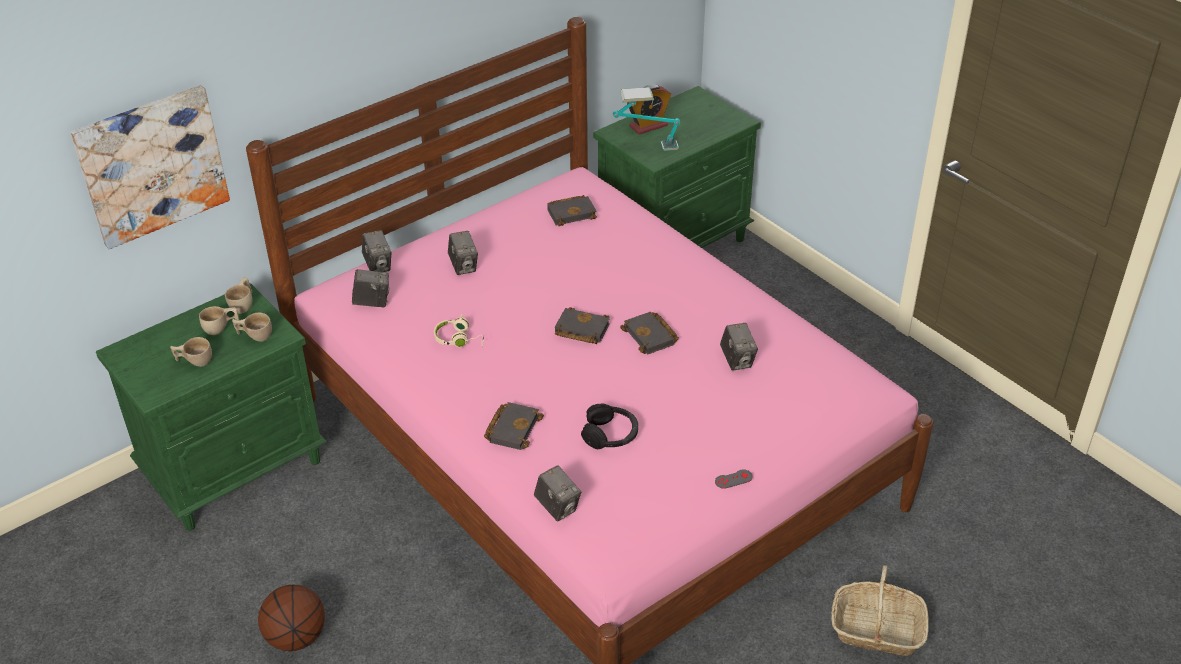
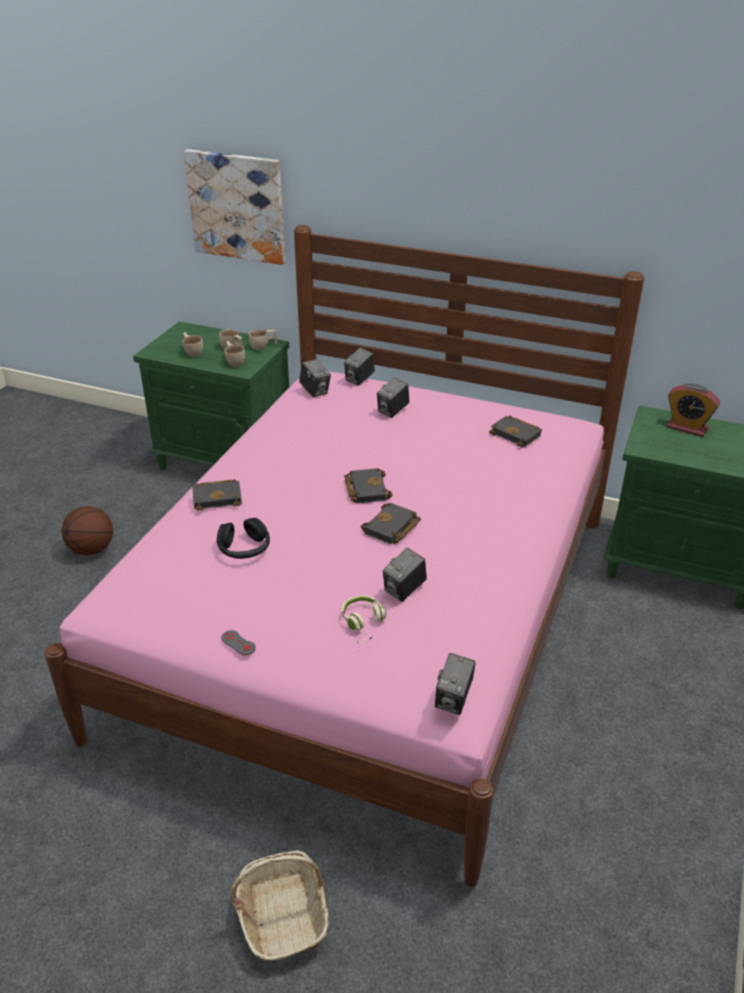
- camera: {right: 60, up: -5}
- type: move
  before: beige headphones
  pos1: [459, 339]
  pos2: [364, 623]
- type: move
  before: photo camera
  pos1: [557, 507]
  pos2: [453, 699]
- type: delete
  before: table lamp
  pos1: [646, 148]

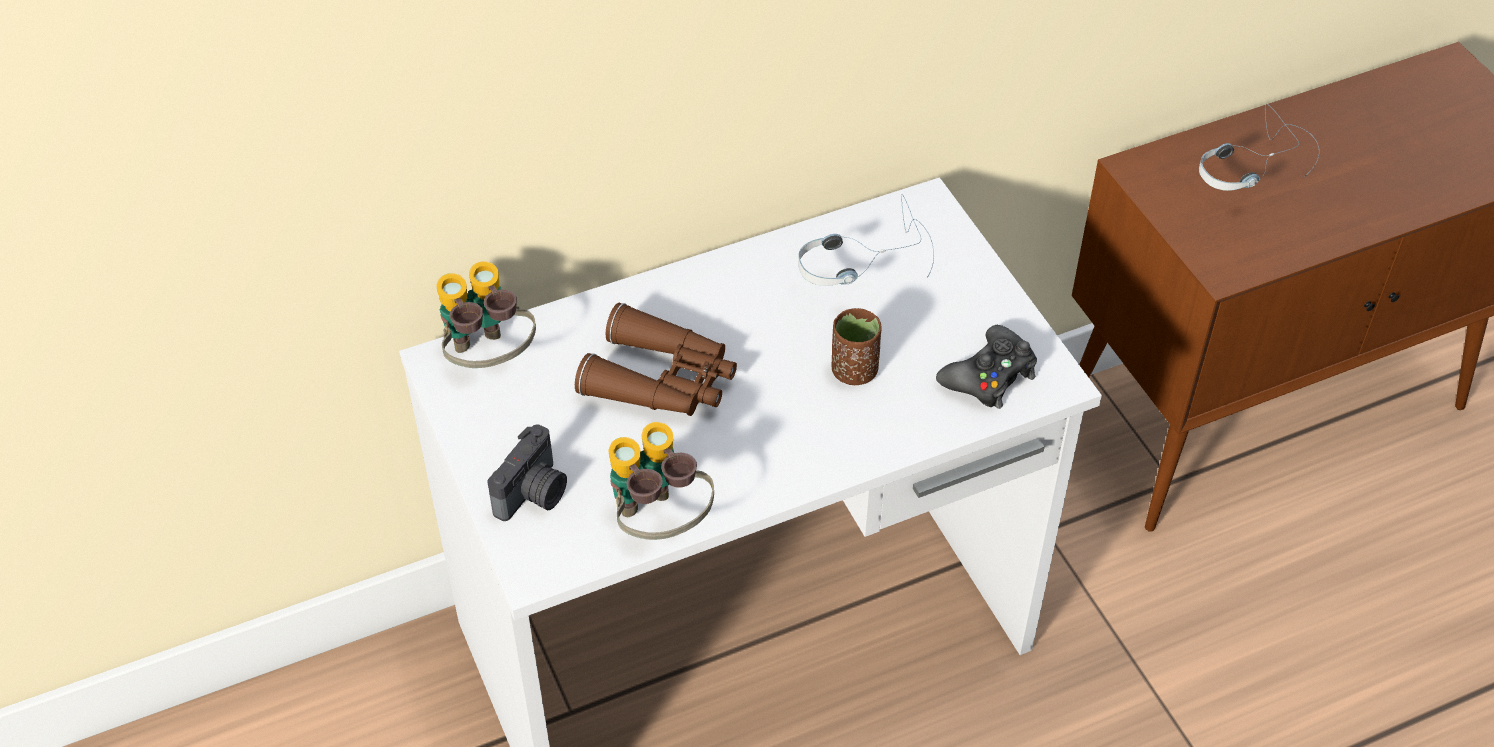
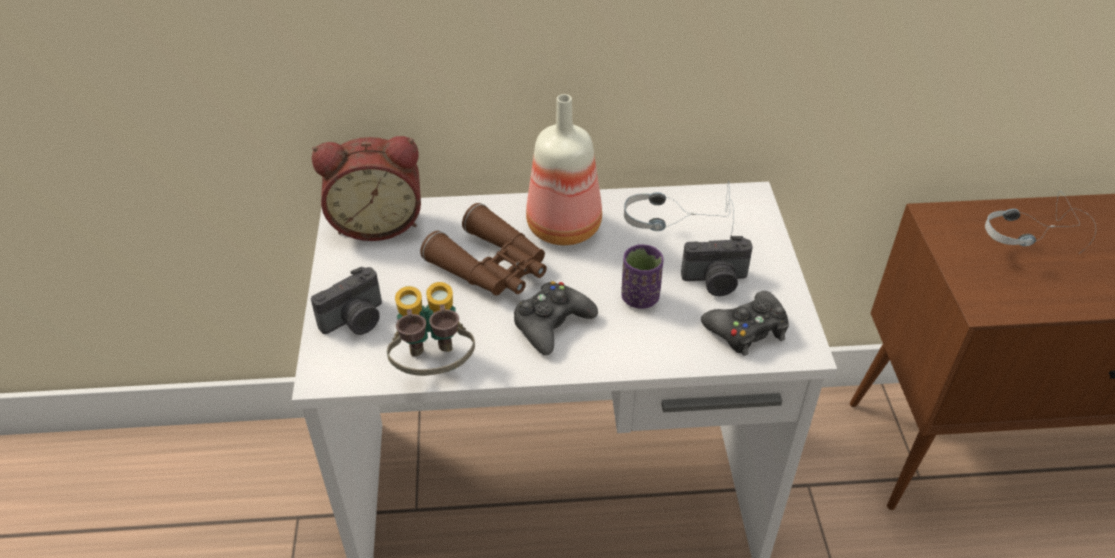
- camera: {right: 20, up: -5}
- type: replace
  before: binoculars
  after: alarm clock
  pos1: [488, 359]
  pos2: [377, 222]
- type: insert
  after: black game controller
  pos2: [552, 324]
- type: insert
  after: bottle
  pos2: [563, 225]
- type: recolor
  before: brown cup
  after: purple cup
  pos1: [854, 371]
  pos2: [640, 298]
- type: insert
  after: photo camera
  pos2: [715, 281]

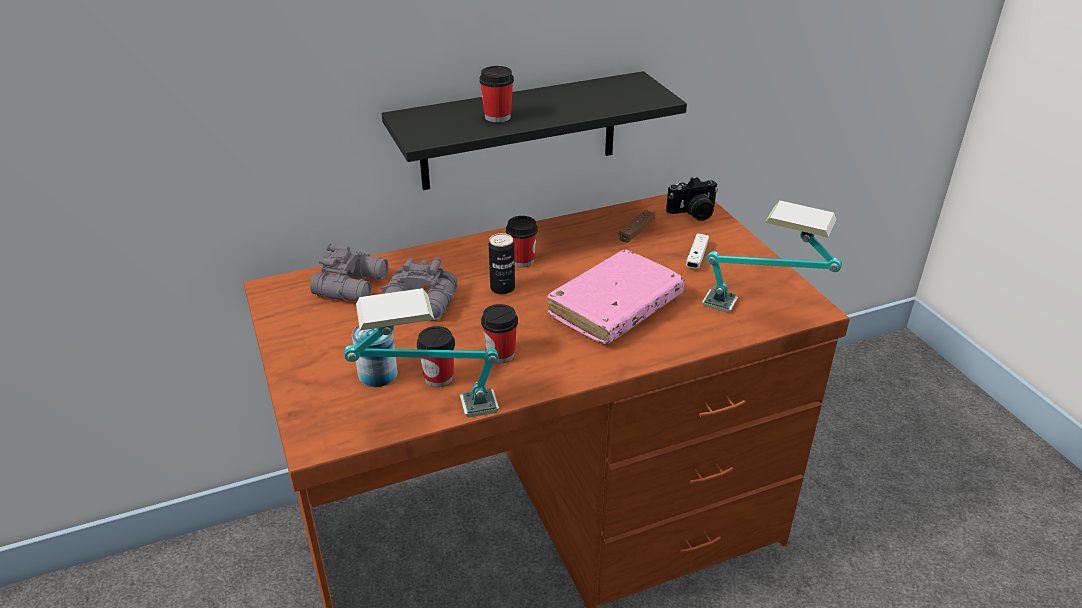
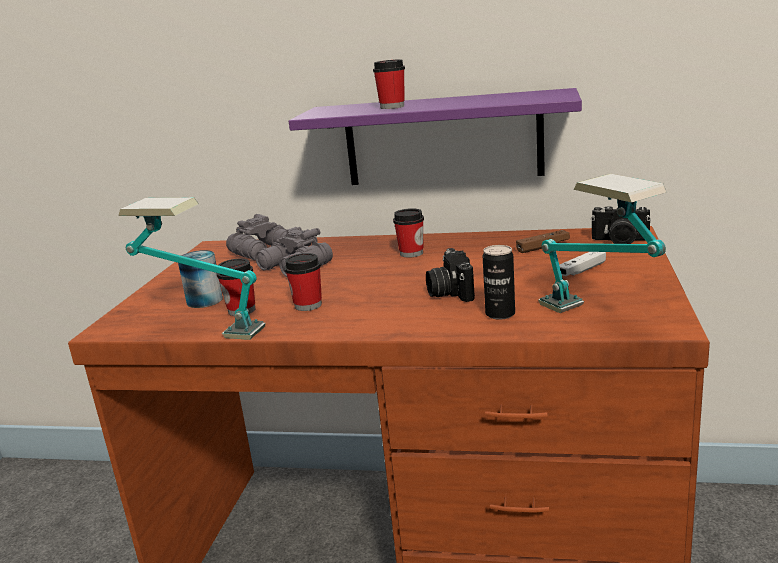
- camera: {right: 35, up: -15}
- type: recolor
  before: black shelf
  after: purple shelf
  pos1: [519, 131]
  pos2: [443, 139]
- type: replace
  before: pink book
  after: photo camera
  pos1: [615, 307]
  pos2: [449, 292]
- type: move
  before: can
  pos1: [502, 288]
  pos2: [500, 314]

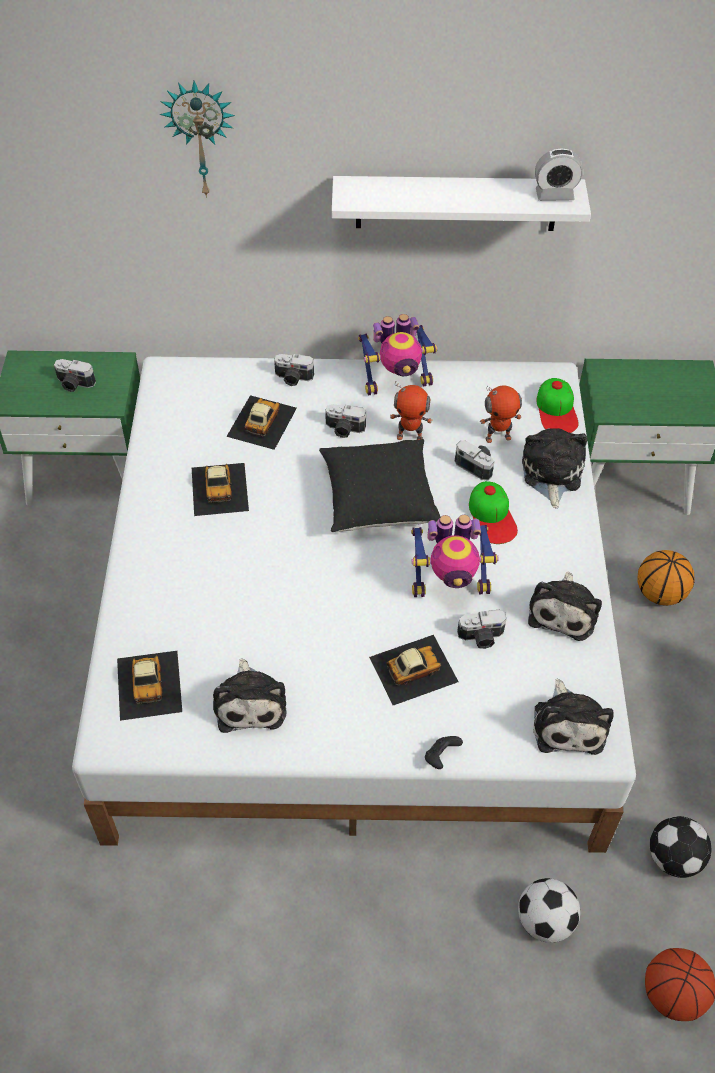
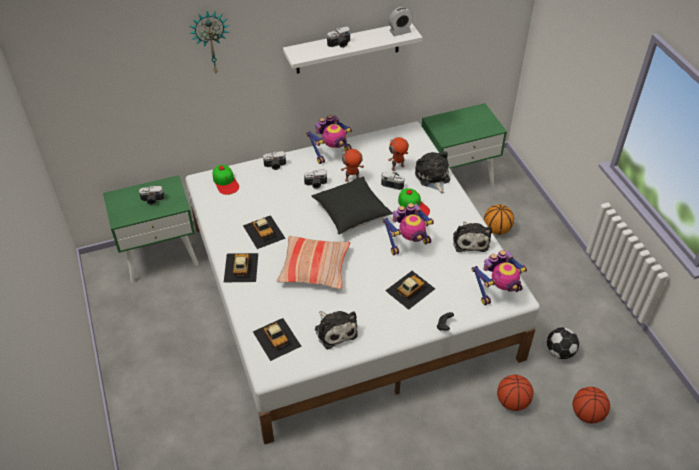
- camera: {right: -20, up: -5}
- type: move
  before: cap
  pos1: [557, 410]
  pos2: [225, 182]
- type: move
  before: toy car
  pos1: [261, 422]
  pos2: [240, 267]
- type: insert
  after: pillow
  pos2: [314, 268]
- type: move
  before: photo camera
  pos1: [481, 637]
  pos2: [340, 44]
- type: replace
  before: plush toy
  after: toy robot
  pos1: [568, 724]
  pos2: [498, 291]
- type: replace
  before: football
  after: basketball
  pos1: [545, 921]
  pos2: [512, 401]

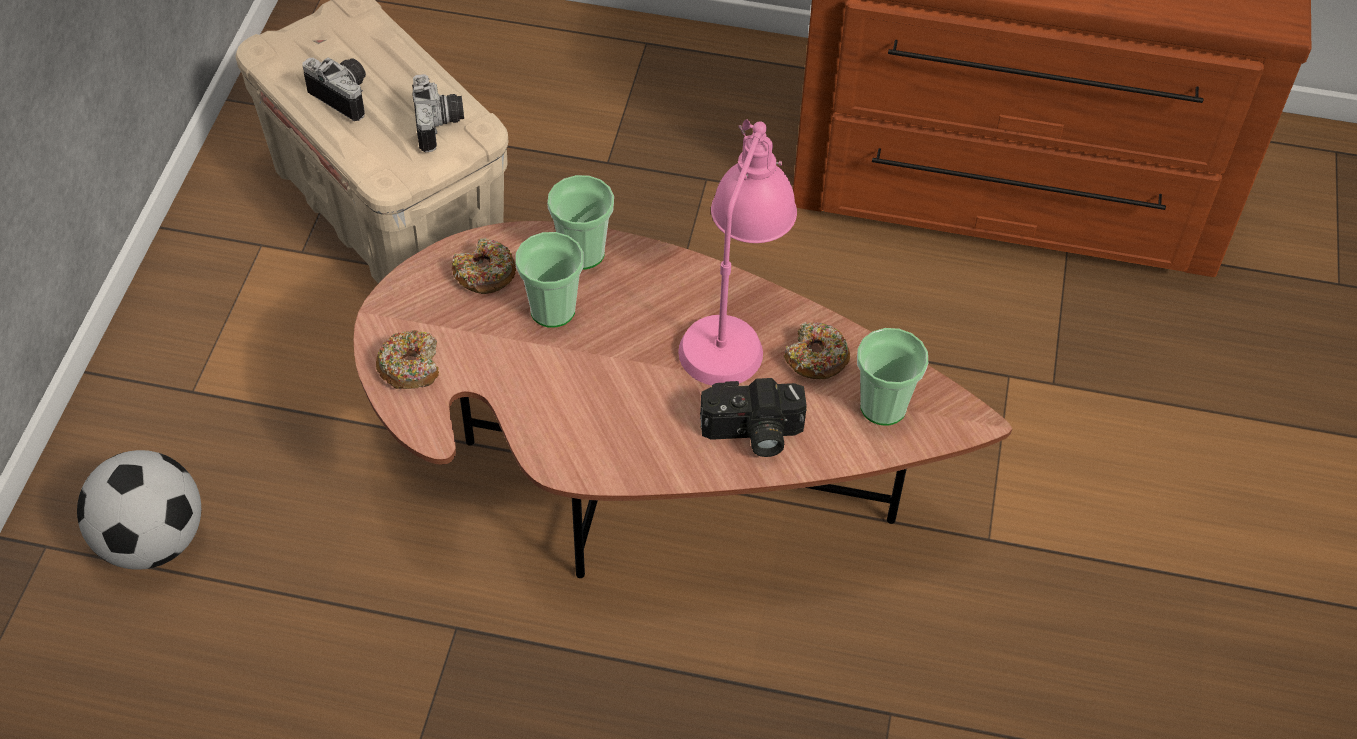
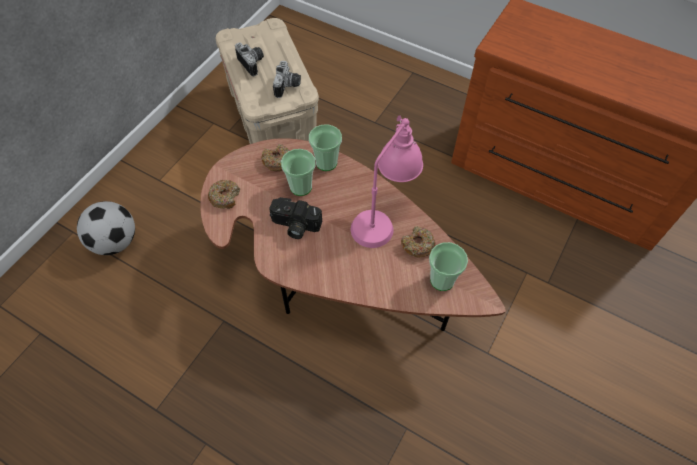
- camera: {right: 20, up: 5}
- type: move
  before: photo camera
  pos1: [752, 434]
  pos2: [295, 226]

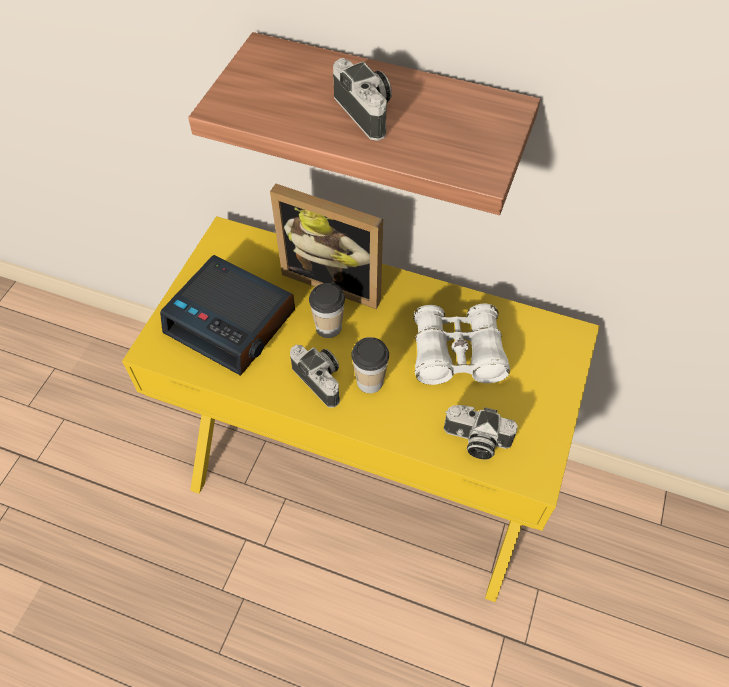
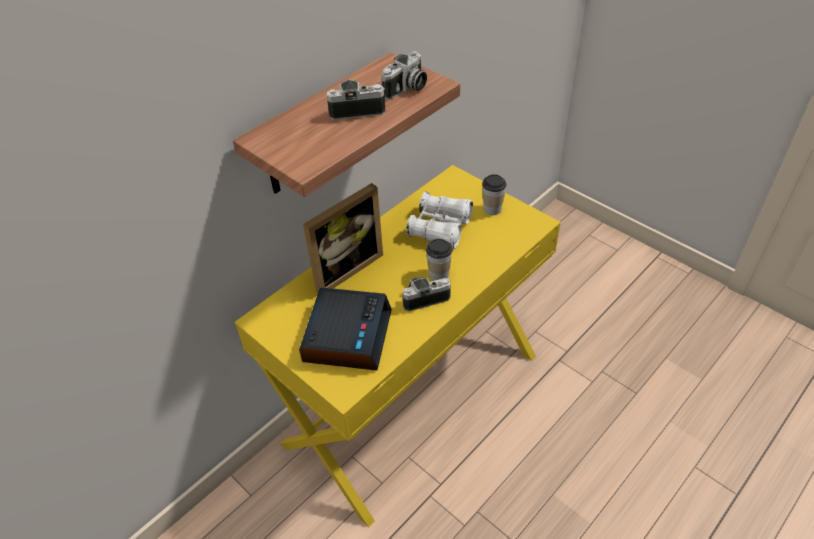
- camera: {right: -65, up: -10}
- type: rotate
  before: alarm clock
  pos1: [232, 322]
  pos2: [347, 335]
  turn: -45
- type: move
  before: photo camera
  pos1: [475, 441]
  pos2: [406, 89]
- type: move
  before: cup
  pos1: [328, 327]
  pos2: [492, 209]

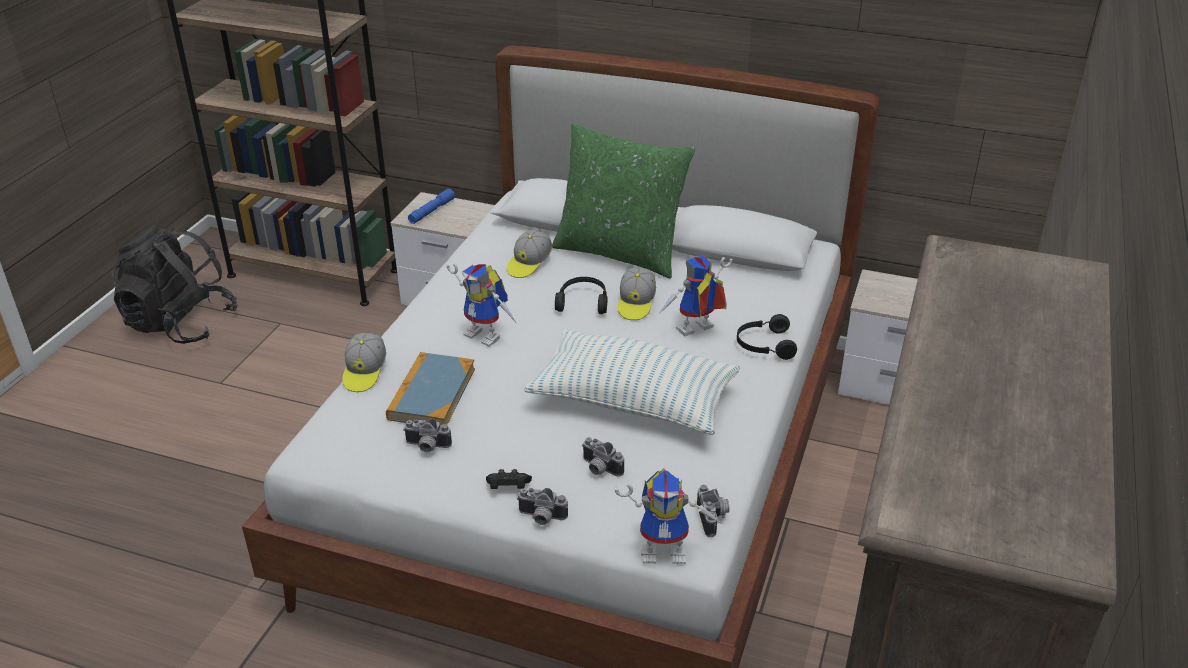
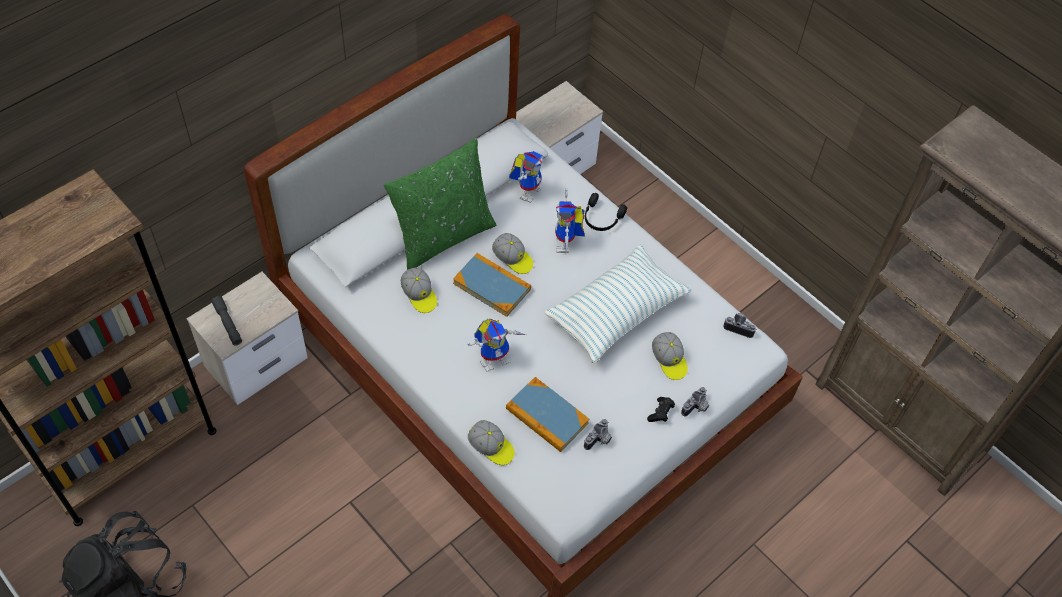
- camera: {right: -65, up: 20}
- type: recolor
  before: blue flashlight
  after: grey flashlight
  pos1: [431, 211]
  pos2: [228, 323]
- type: replace
  before: black headphones
  after: book
  pos1: [583, 301]
  pos2: [492, 286]
- type: move
  before: toy robot
  pos1: [667, 550]
  pos2: [528, 190]
- type: replace
  before: photo camera
  after: cap
  pos1: [599, 469]
  pos2: [669, 360]

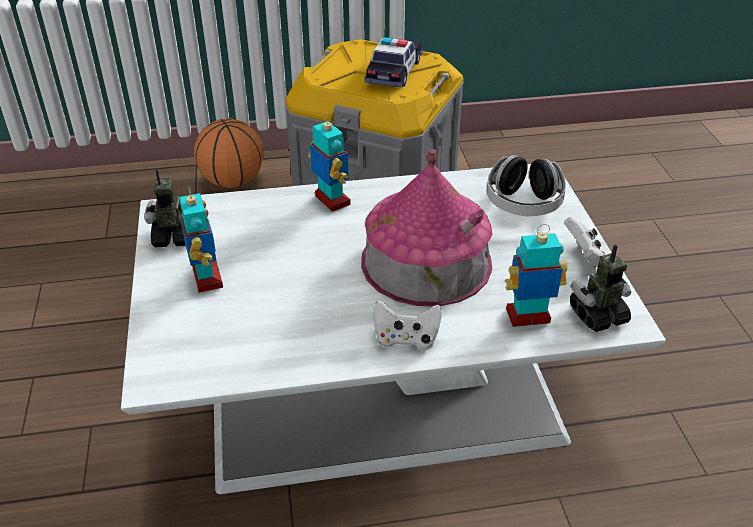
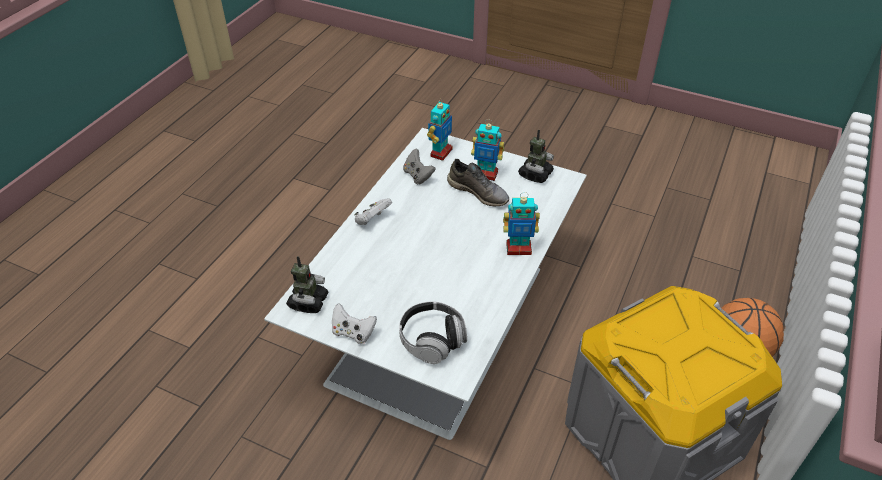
- camera: {right: 125, up: 5}
- type: insert
  after: grey game controller
  pos2: [418, 176]
- type: move
  before: toy robot
  pos1: [528, 317]
  pos2: [440, 152]
- type: insert
  after: grey shoe
  pos2: [478, 192]
- type: delete
  before: toy house
  pos1: [426, 262]
- type: delete
  before: toy car
  pos1: [394, 71]

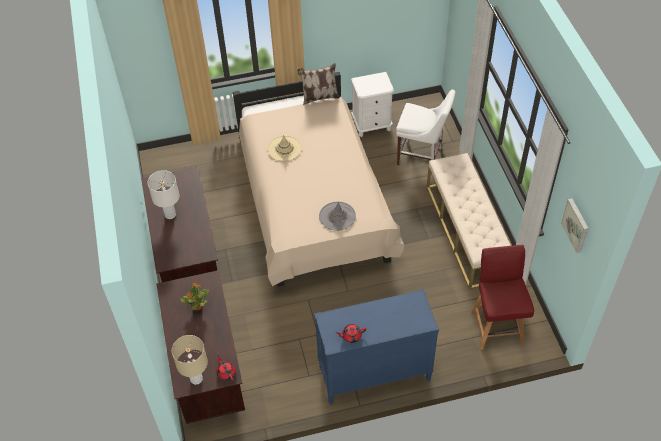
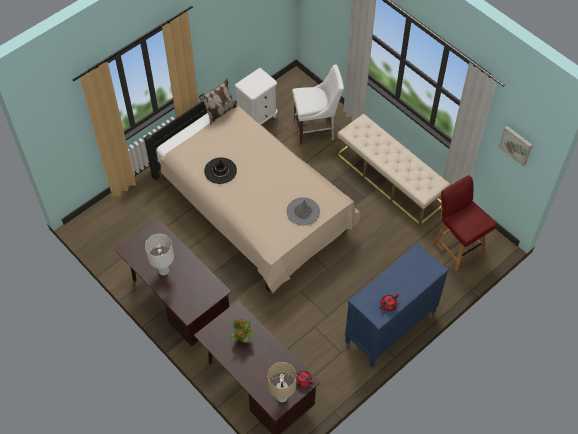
- camera: {right: -30, up: 5}
- type: recolor
  before: beige hat
  after: black hat
  pos1: [284, 148]
  pos2: [220, 171]

